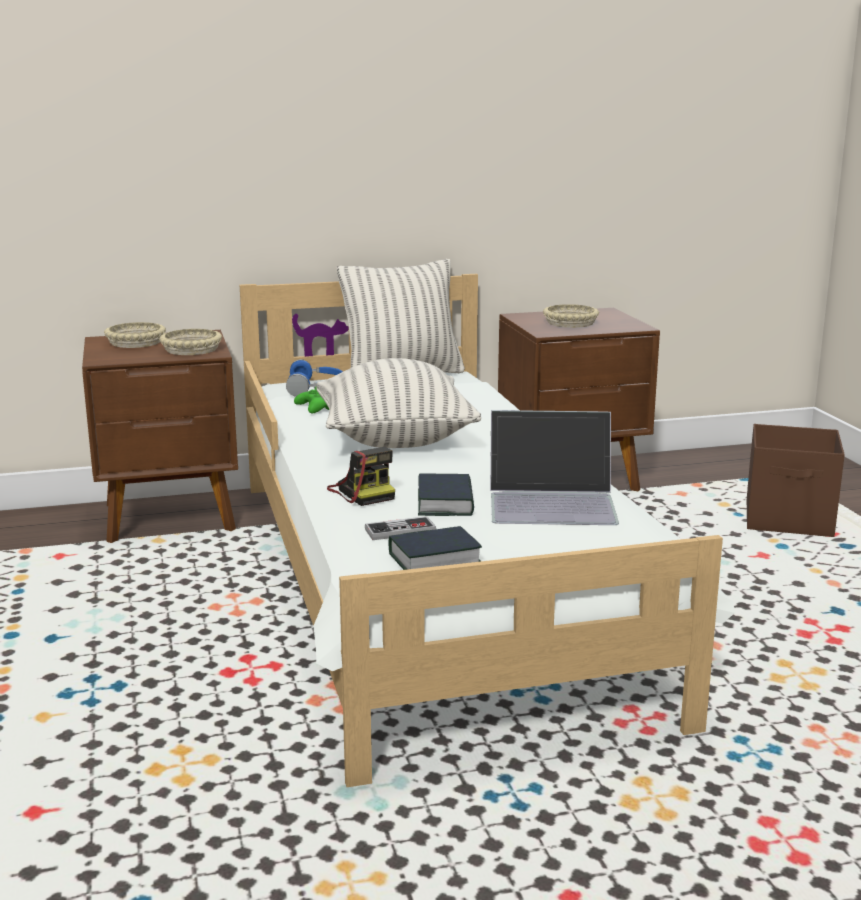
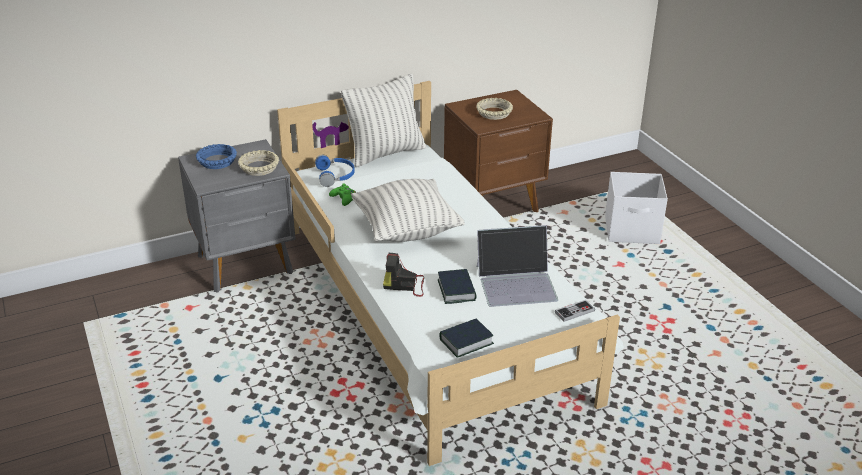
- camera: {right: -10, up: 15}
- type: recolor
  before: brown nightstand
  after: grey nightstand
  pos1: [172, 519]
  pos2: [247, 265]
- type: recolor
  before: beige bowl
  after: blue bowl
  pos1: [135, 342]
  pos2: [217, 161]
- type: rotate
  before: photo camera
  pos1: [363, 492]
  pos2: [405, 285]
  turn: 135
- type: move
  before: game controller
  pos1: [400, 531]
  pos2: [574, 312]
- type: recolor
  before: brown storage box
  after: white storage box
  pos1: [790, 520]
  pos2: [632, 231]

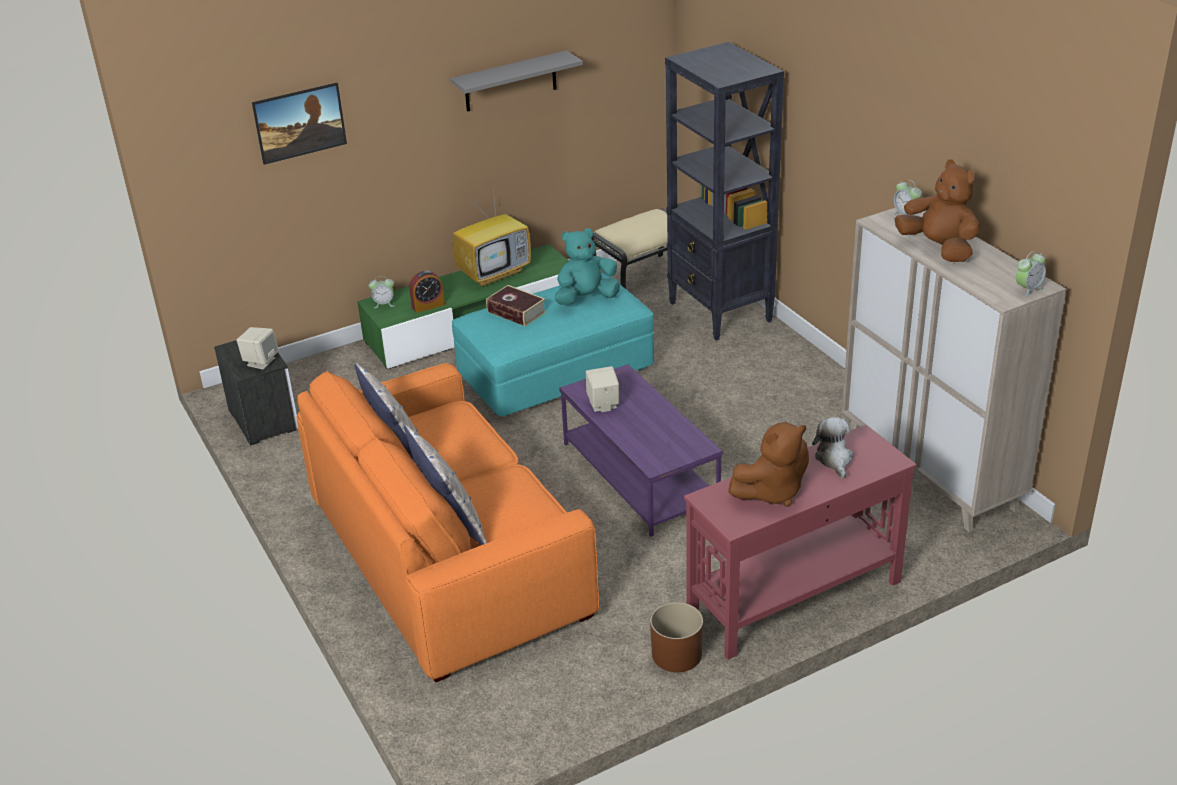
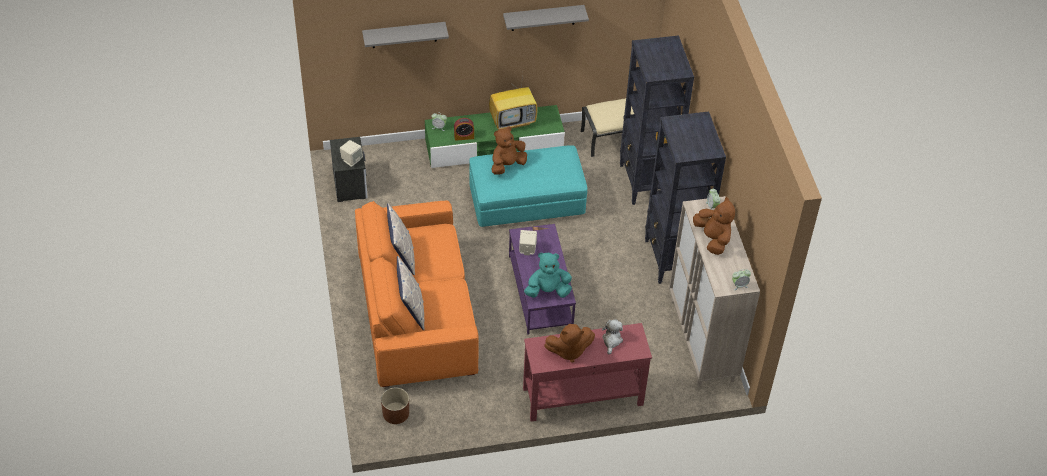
- camera: {right: 15, up: 15}
- type: replace
  before: picture
  after: grey shelf
  pos1: [302, 138]
  pos2: [404, 35]
- type: move
  before: brown planter
  pos1: [676, 654]
  pos2: [395, 413]
- type: replace
  before: book
  after: brown plush toy
  pos1: [516, 312]
  pos2: [507, 165]
- type: move
  before: turquoise plush toy
  pos1: [586, 298]
  pos2: [548, 291]
- type: insert
  after: black bookcase
  pos2: [673, 259]

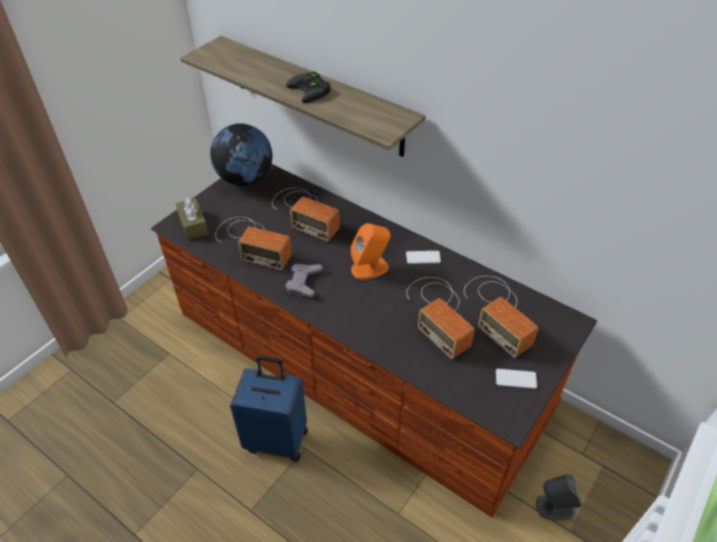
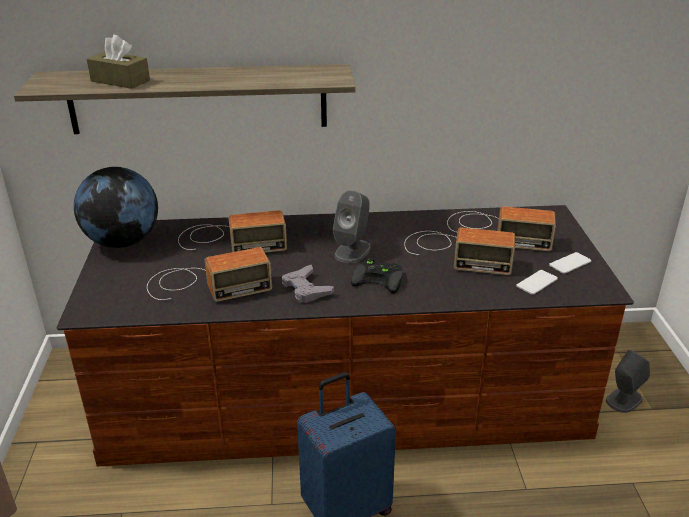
- camera: {right: -40, up: -15}
- type: move
  before: brown tissue box
  pos1: [193, 225]
  pos2: [120, 81]
- type: recolor
  before: orange speaker
  after: grey speaker
  pos1: [370, 268]
  pos2: [352, 251]
- type: move
  before: black game controller
  pos1: [311, 90]
  pos2: [380, 278]
- type: move
  before: phone
  pos1: [423, 257]
  pos2: [536, 283]

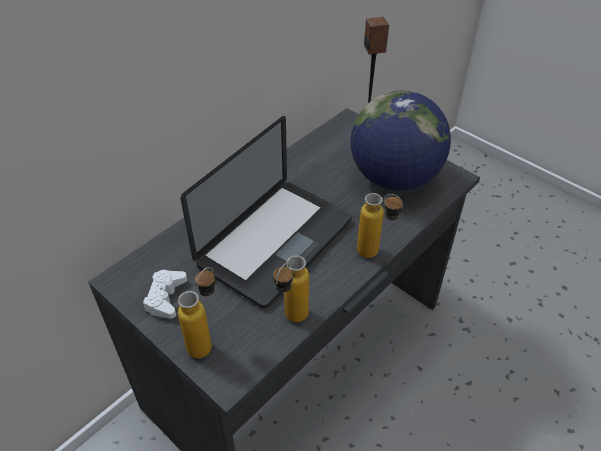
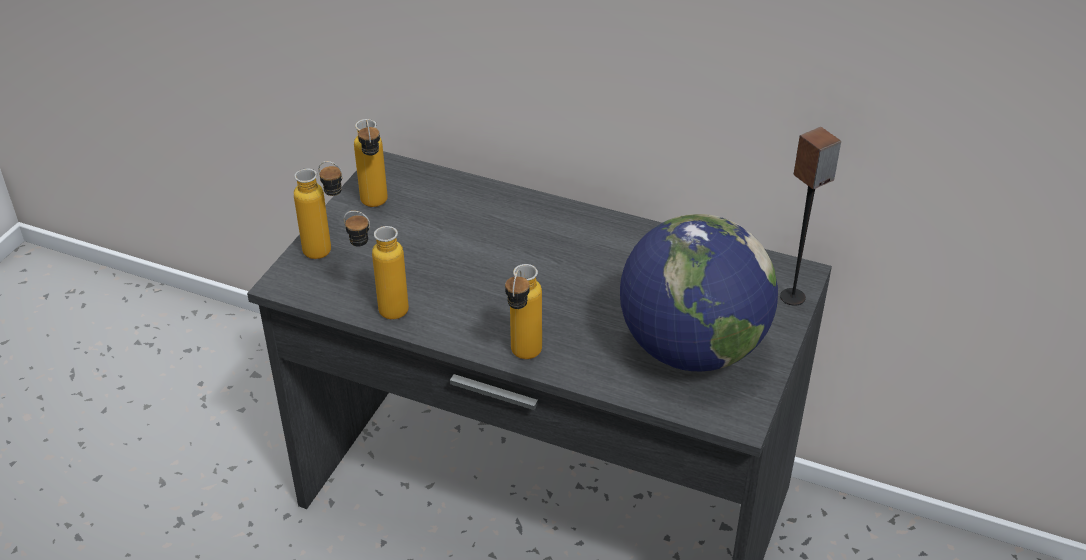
- camera: {right: 70, up: -5}
- type: replace
  before: white game controller
  after: bottle
  pos1: [165, 297]
  pos2: [375, 207]
- type: delete
  before: laptop
  pos1: [275, 242]

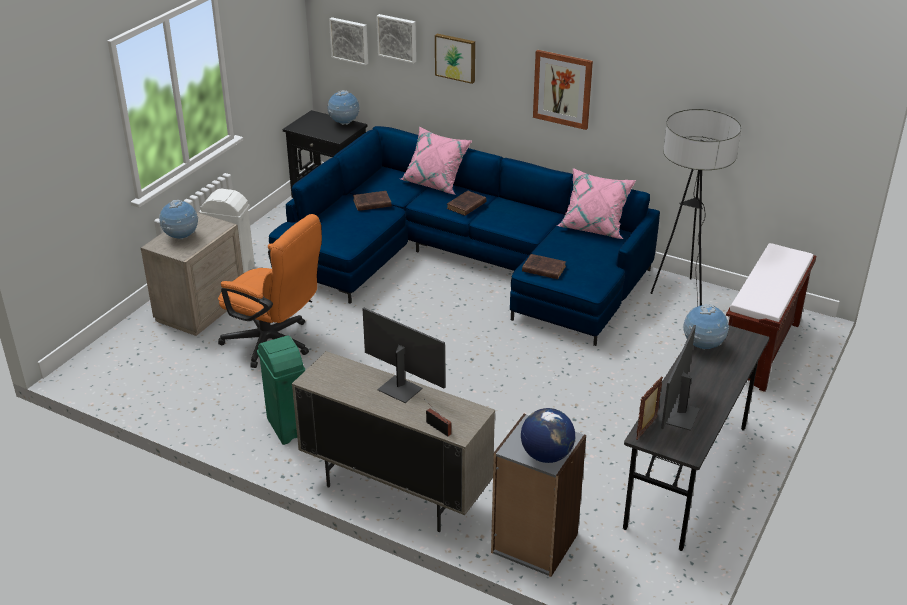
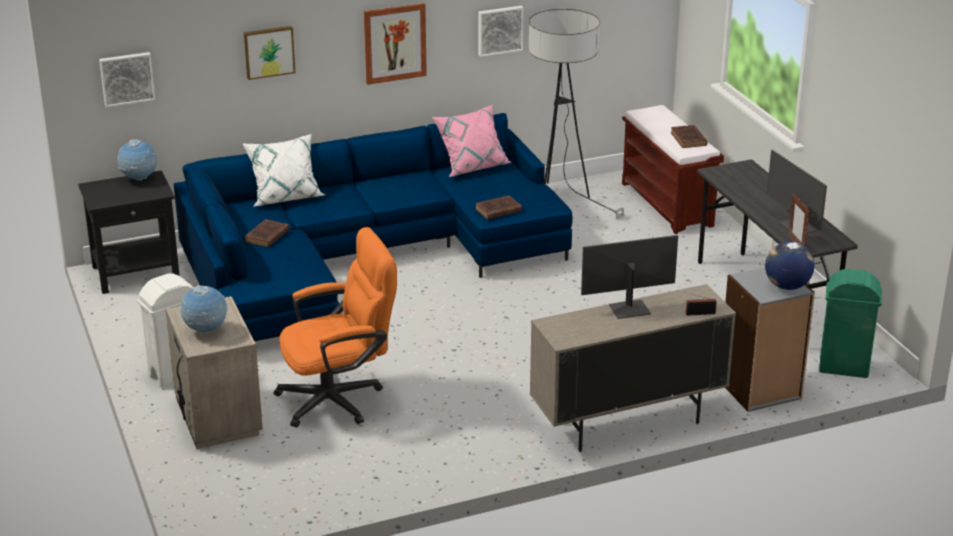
- camera: {right: -50, up: -5}
- type: recolor
  before: pink pillow
  after: white pillow
  pos1: [435, 183]
  pos2: [285, 196]
- type: move
  before: picture
  pos1: [397, 37]
  pos2: [499, 30]
- type: move
  before: brown book
  pos1: [465, 206]
  pos2: [689, 139]
- type: move
  before: green trash can
  pos1: [288, 428]
  pos2: [844, 368]
- type: delete
  before: globe
  pos1: [702, 346]

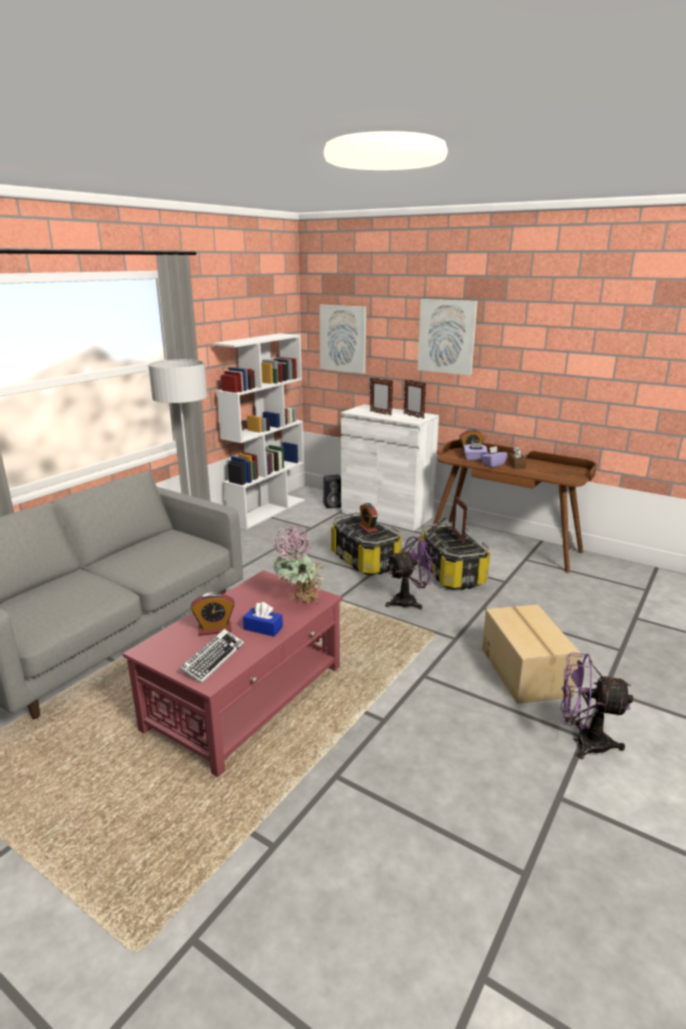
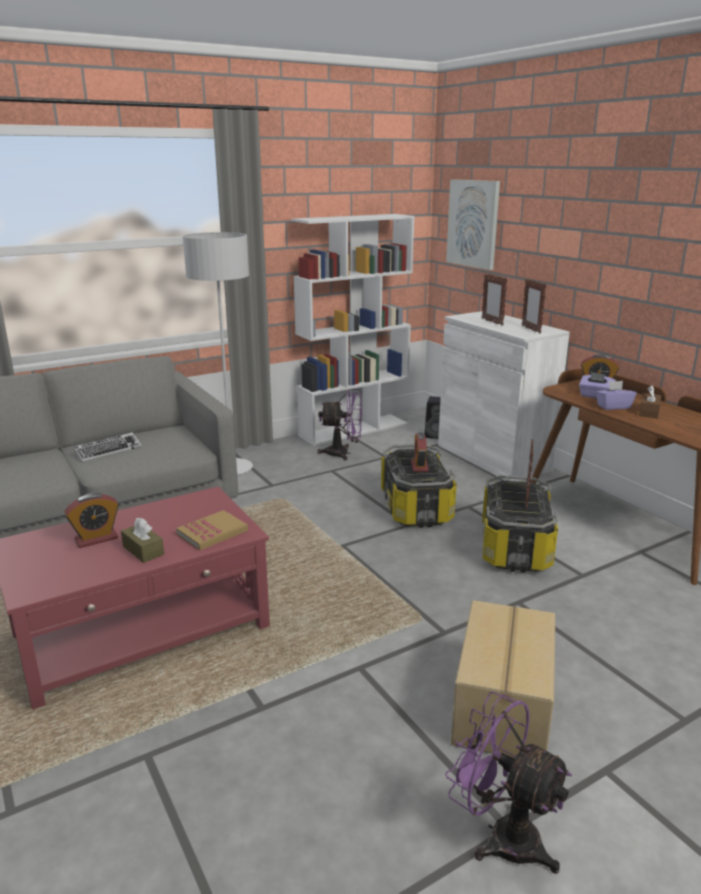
- camera: {right: 25, up: 0}
- type: rotate
  before: alarm clock
  pos1: [215, 629]
  pos2: [96, 539]
  turn: -45
- type: move
  before: keyboard
  pos1: [213, 659]
  pos2: [108, 451]
- type: recolor
  before: blue tissue box
  after: brown tissue box
  pos1: [263, 628]
  pos2: [143, 550]
- type: replace
  before: potted plant
  after: book
  pos1: [300, 603]
  pos2: [212, 532]
- type: move
  before: purple fan
  pos1: [410, 601]
  pos2: [343, 453]
- type: delete
  before: picture
  pos1: [447, 336]

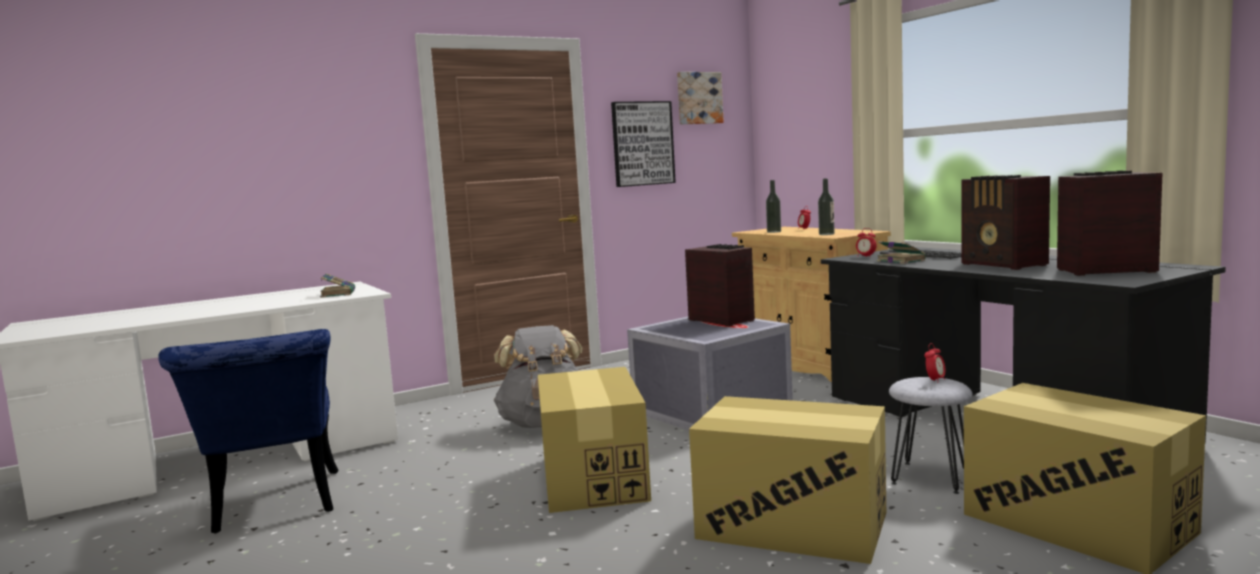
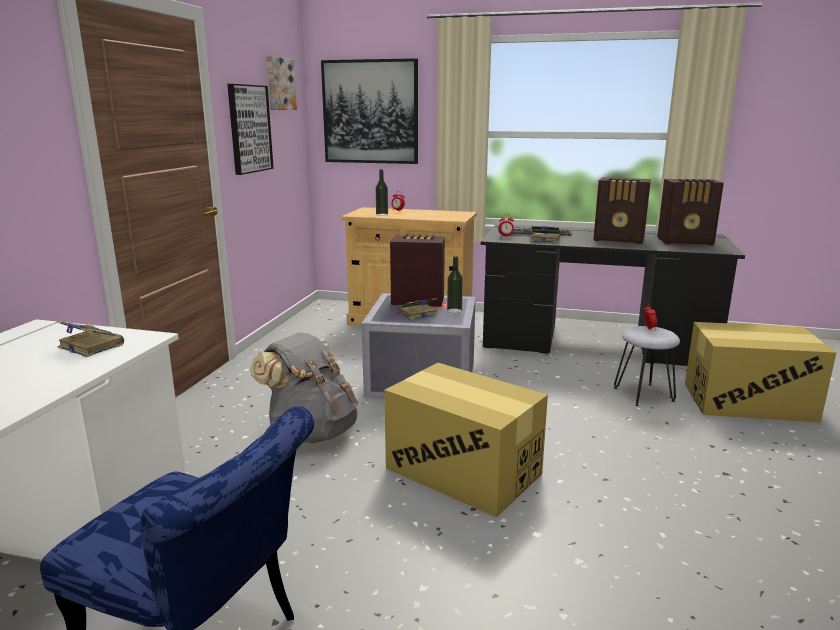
- camera: {right: -45, up: 10}
- type: insert
  after: picture
  pos2: [370, 112]
- type: insert
  after: book
  pos2: [417, 314]
- type: move
  before: bottle
  pos1: [826, 234]
  pos2: [454, 311]
- type: rotate
  before: radio
  pos1: [1103, 270]
  pos2: [686, 241]
  turn: -135
- type: delete
  before: cardboard box
  pos1: [793, 525]

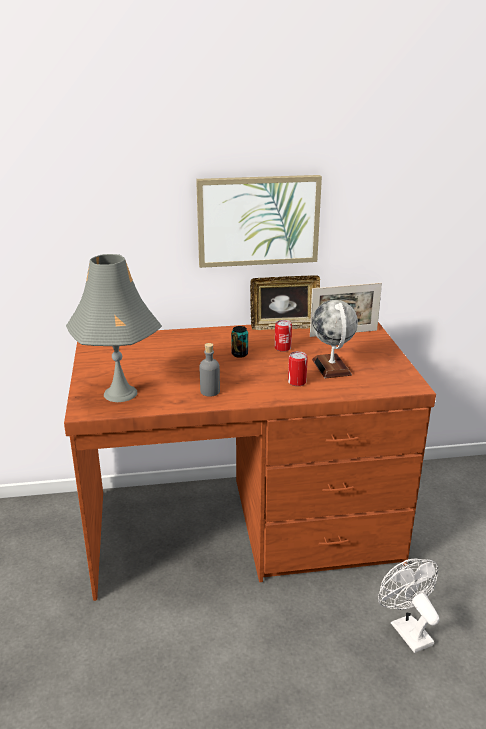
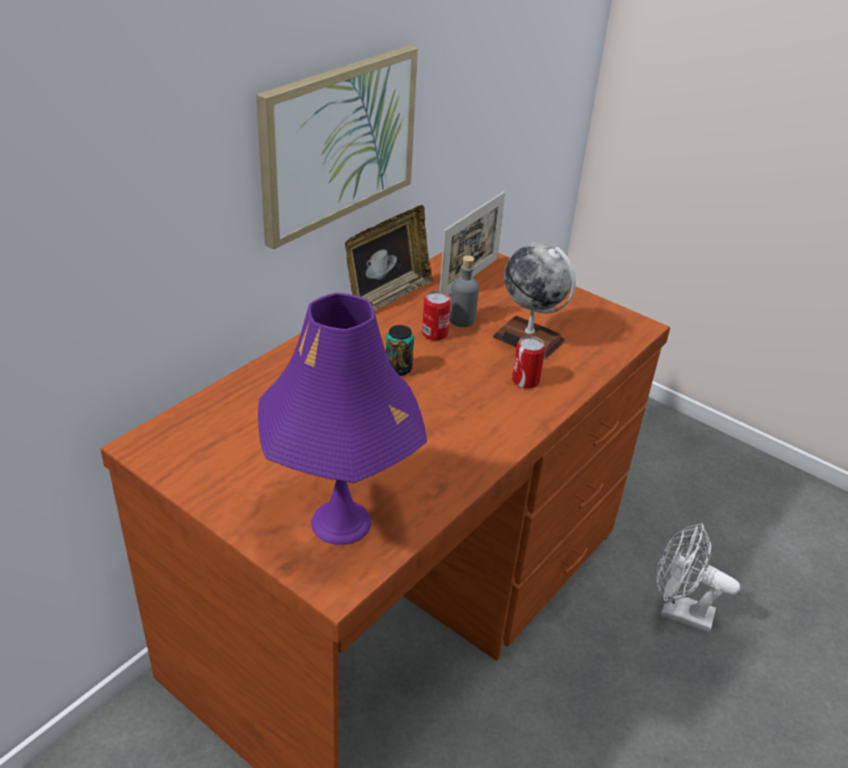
- camera: {right: -45, up: 10}
- type: recolor
  before: grey table lamp
  after: purple table lamp
  pos1: [120, 393]
  pos2: [341, 522]
- type: move
  before: grey bottle
  pos1: [210, 391]
  pos2: [462, 320]

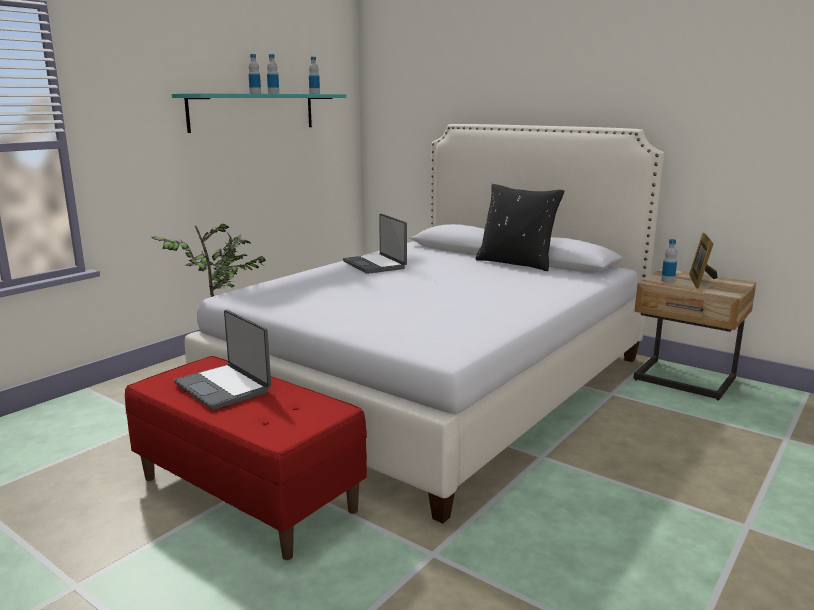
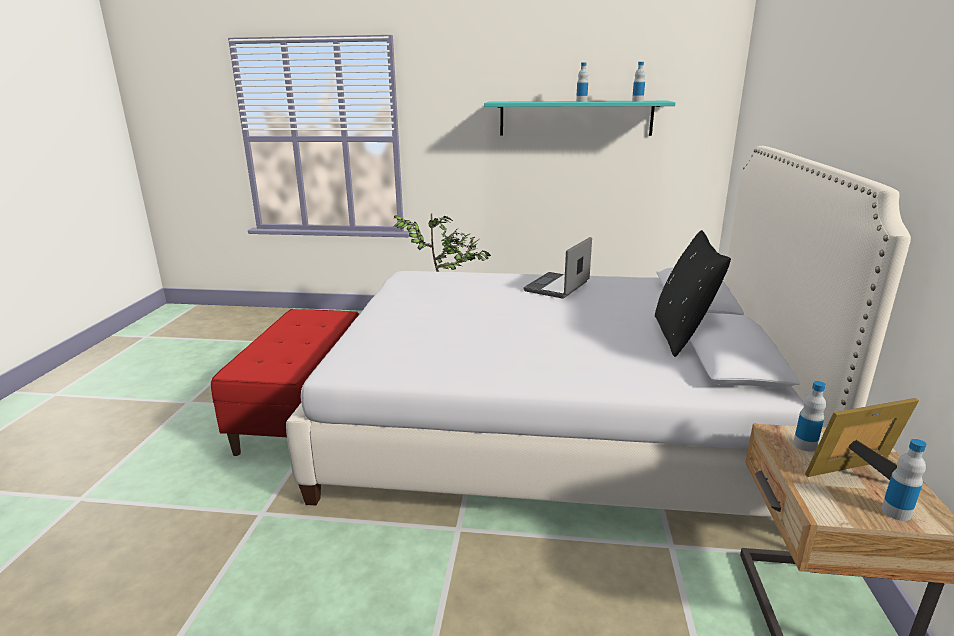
- camera: {right: 60, up: 5}
- type: move
  before: bottle
  pos1: [255, 93]
  pos2: [896, 512]
- type: delete
  before: laptop
  pos1: [224, 387]

